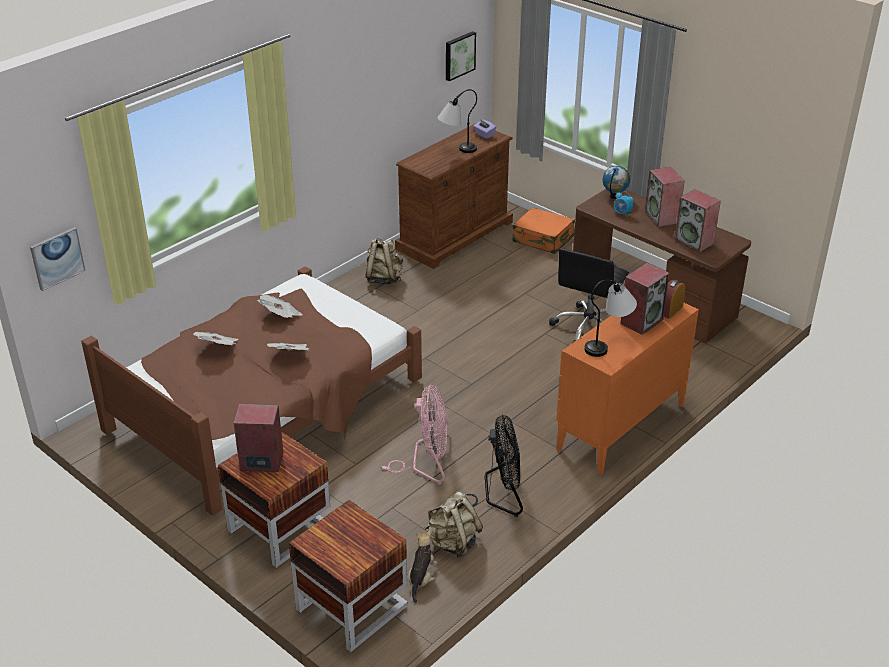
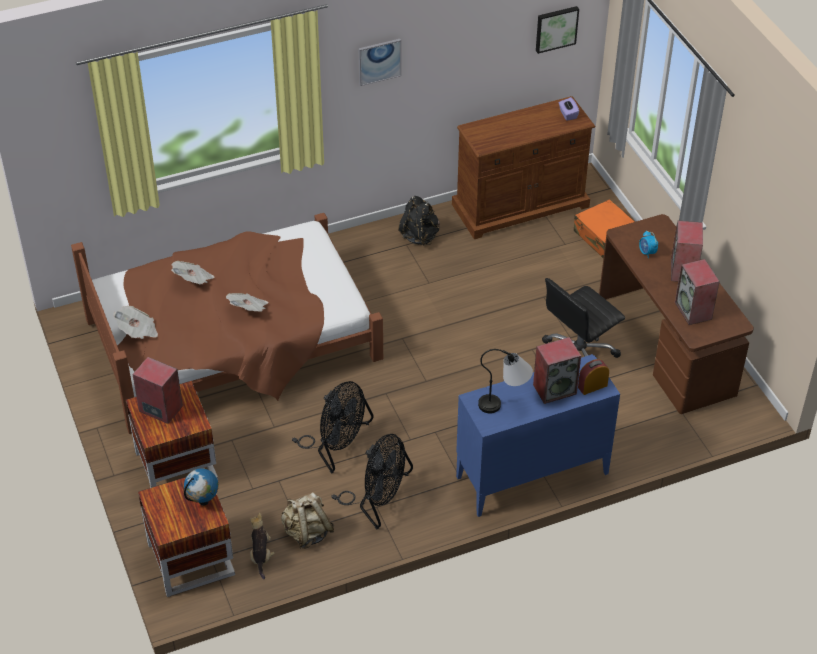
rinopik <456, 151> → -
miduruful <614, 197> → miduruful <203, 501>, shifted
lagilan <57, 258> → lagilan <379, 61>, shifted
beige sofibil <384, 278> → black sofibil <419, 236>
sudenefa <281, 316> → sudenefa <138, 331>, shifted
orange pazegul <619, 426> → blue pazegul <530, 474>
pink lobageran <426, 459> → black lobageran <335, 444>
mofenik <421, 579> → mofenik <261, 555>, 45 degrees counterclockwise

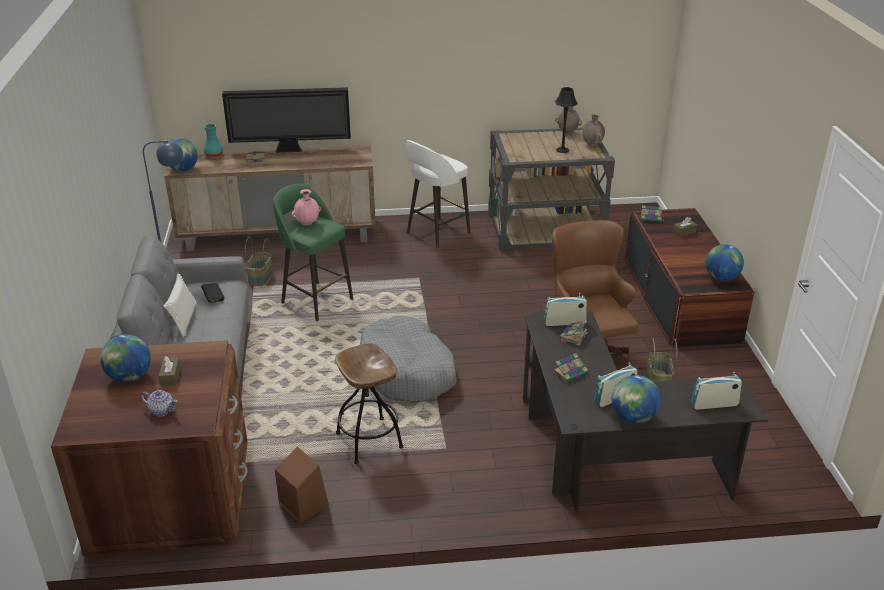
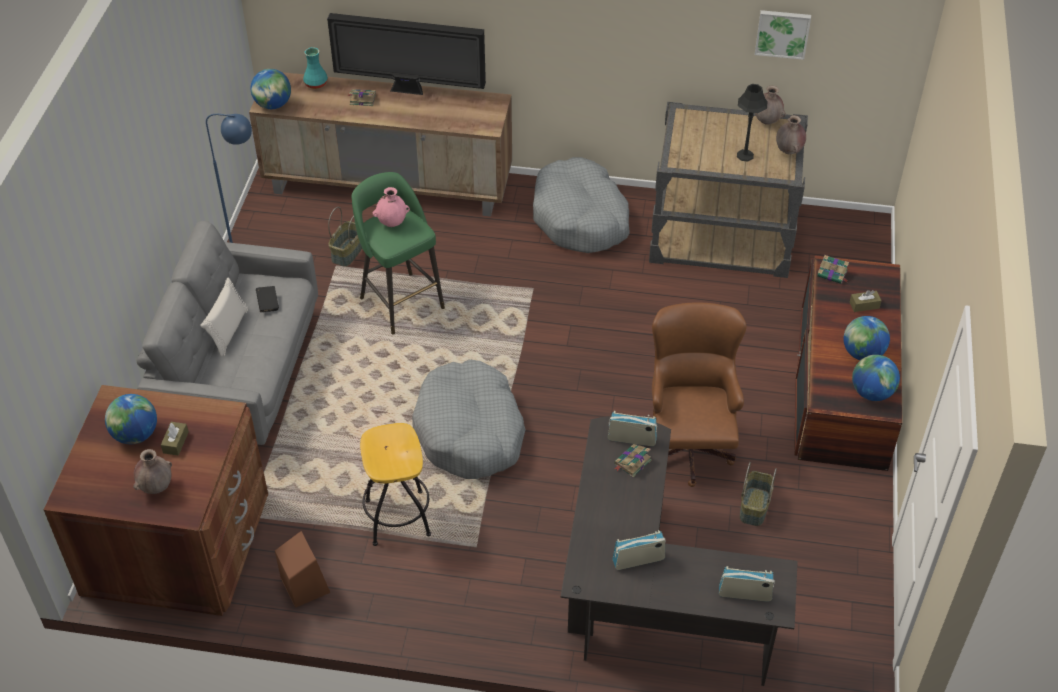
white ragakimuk <436, 233> → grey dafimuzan <580, 218>
brown ragakimuk <369, 440> → yellow ragakimuk <398, 517>
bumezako <571, 373> → -
miduruful <633, 418> → miduruful <862, 353>, shifted
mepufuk <162, 411> → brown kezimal <156, 487>
- → lagilan <782, 33>

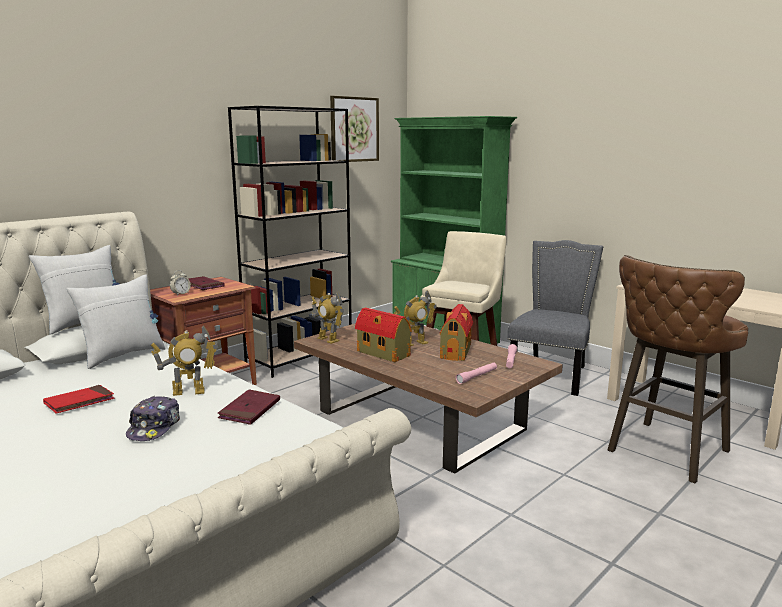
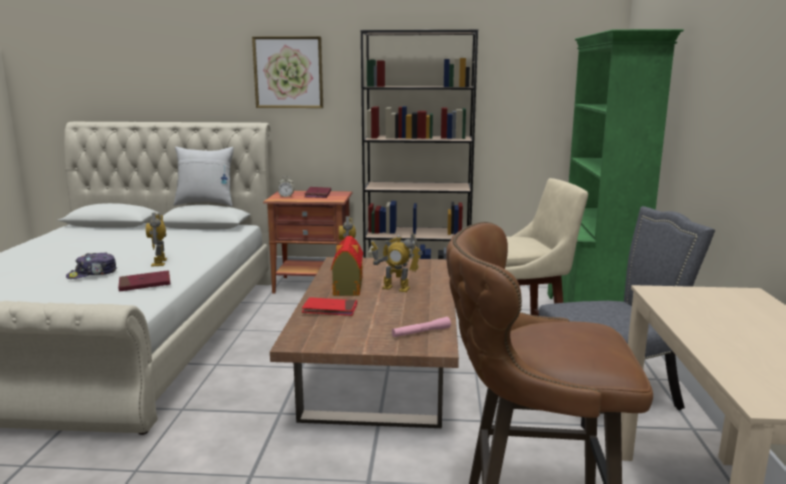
lagilan <354, 129> → lagilan <288, 72>, shifted
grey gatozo <123, 356> → -
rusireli <456, 351> → -
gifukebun <189, 392> → gifukebun <160, 262>, 45 degrees clockwise
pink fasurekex <477, 376> → -
red bumezako <79, 402> → red bumezako <330, 309>, shifted

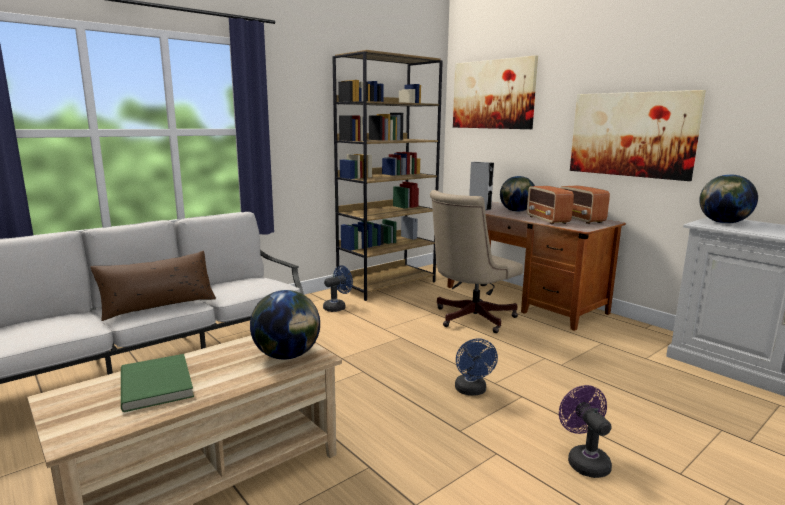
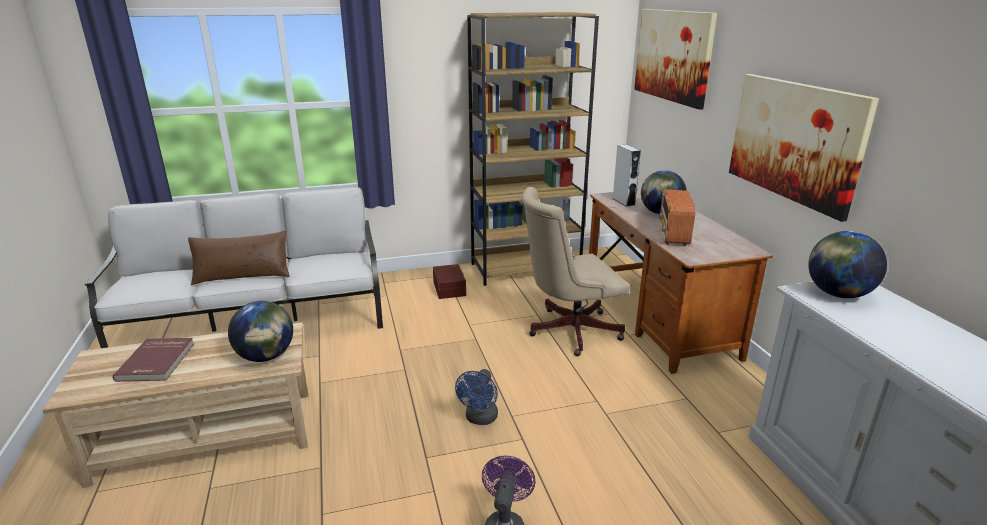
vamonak <581, 219> → -
blue lobageran <337, 307> → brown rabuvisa <450, 288>
green bumezako <158, 384> → red bumezako <157, 361>

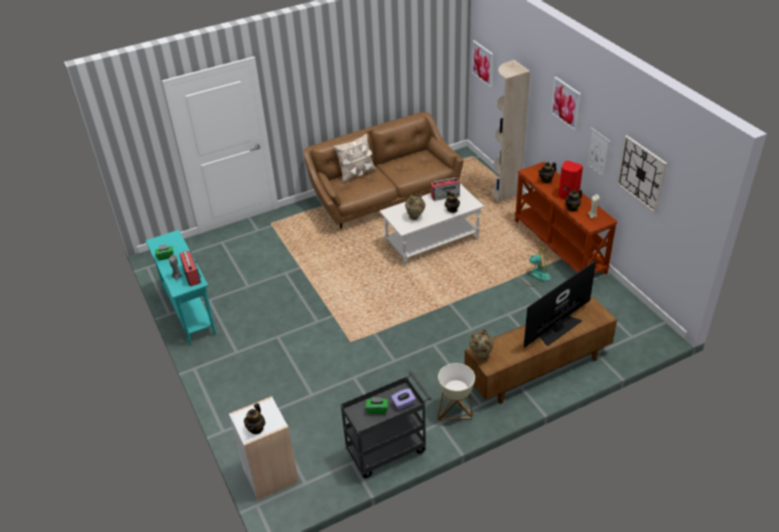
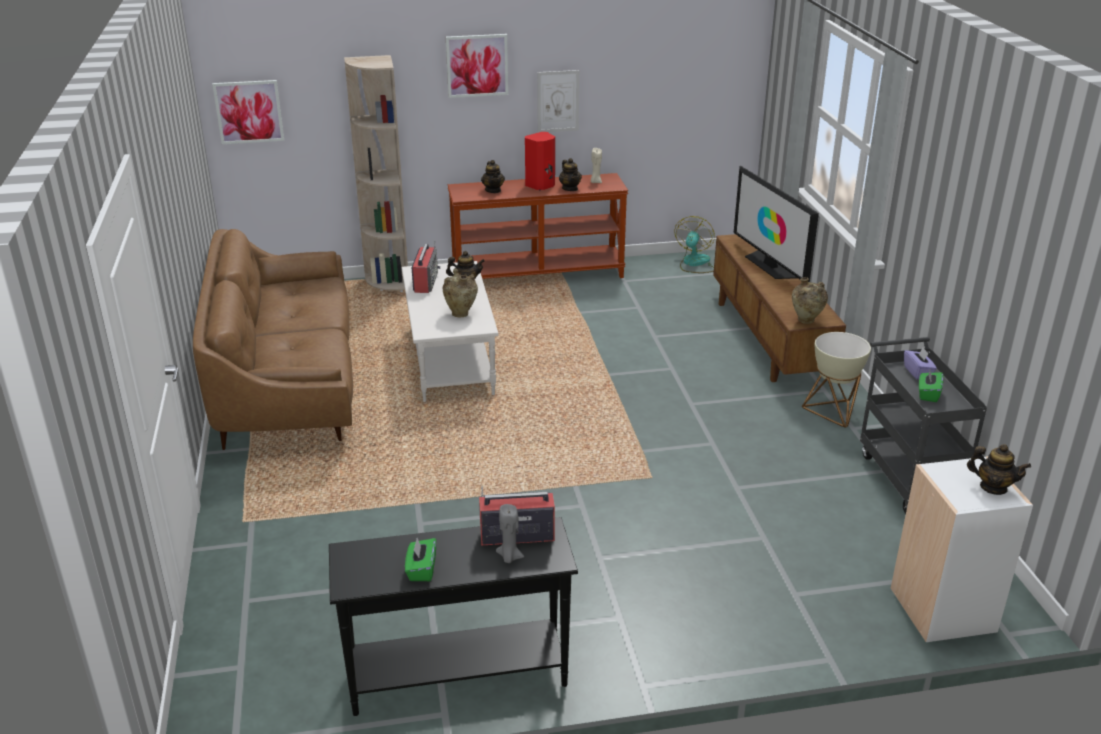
beige gatozo <356, 174> → -
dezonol <641, 173> → -
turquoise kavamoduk <188, 312> → black kavamoduk <457, 679>
lobageran <535, 275> → lobageran <695, 264>, shifted

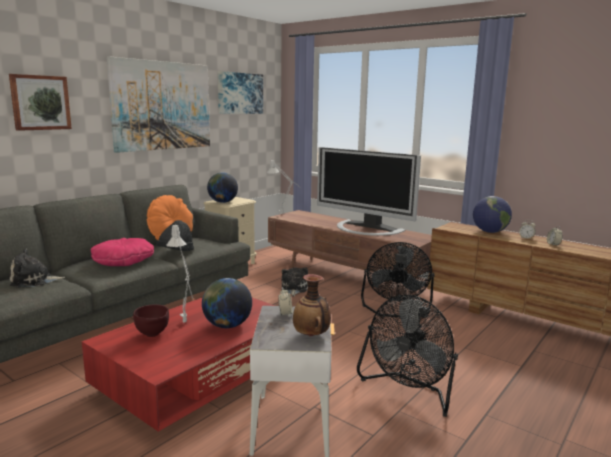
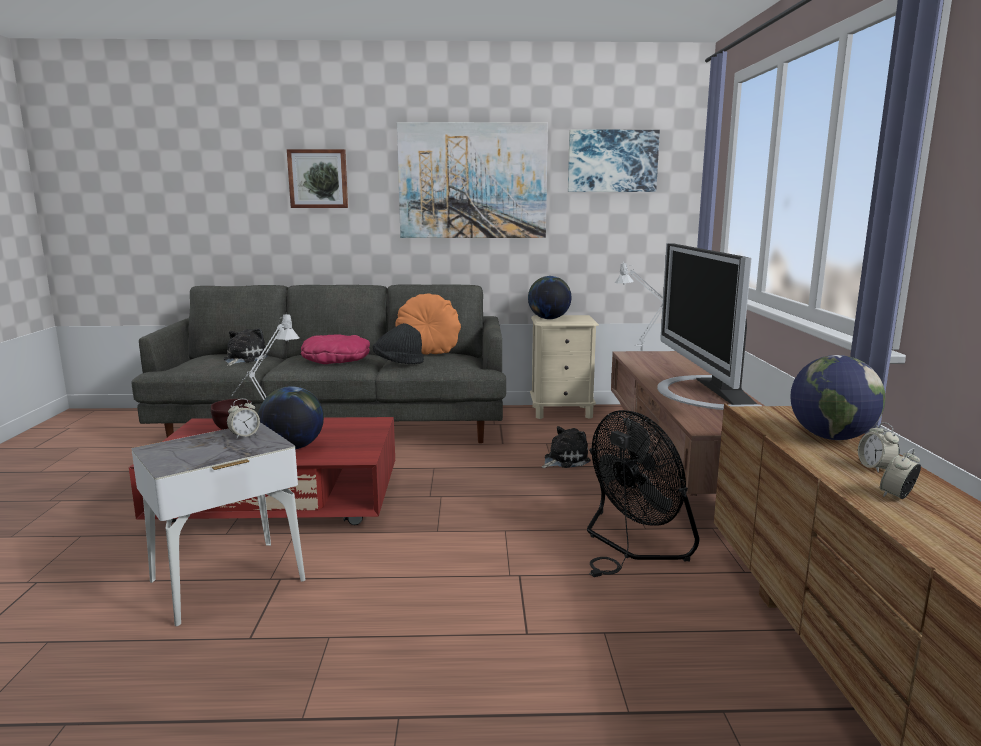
mofenik <34, 281> → mofenik <243, 359>, 75 degrees clockwise
kezimal <311, 335> → -
black lobageran <407, 387> → -

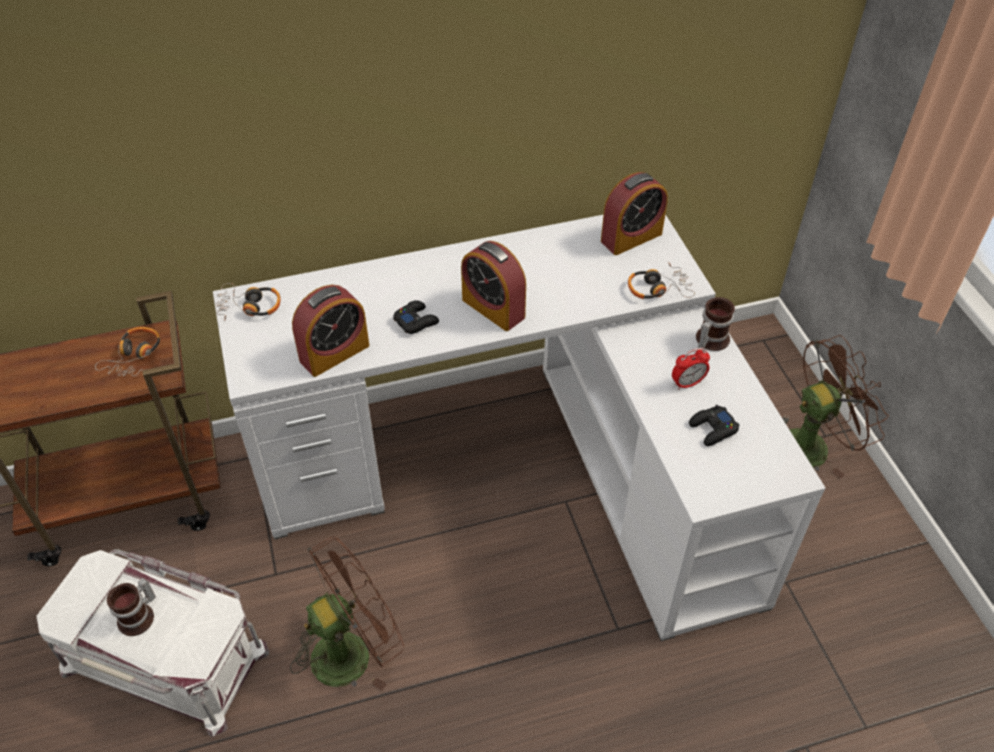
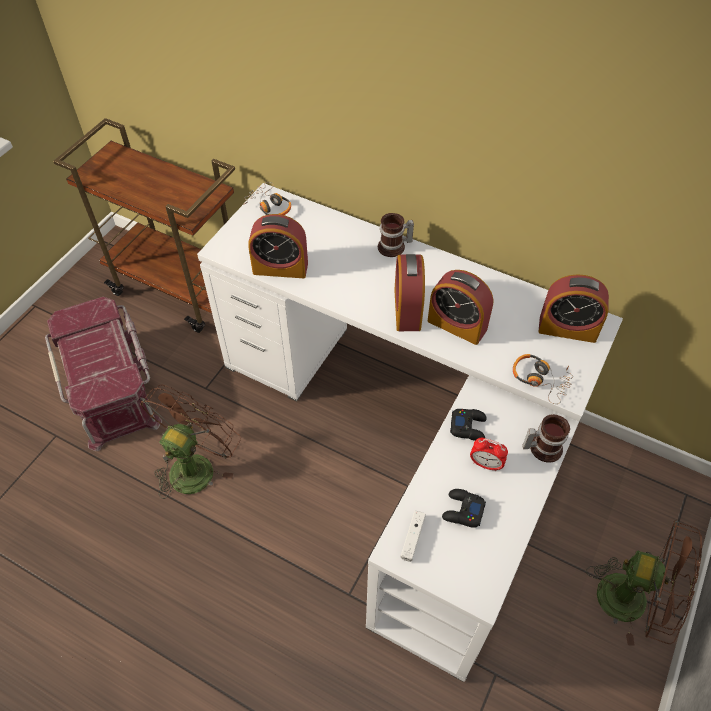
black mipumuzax <416, 321> → black mipumuzax <468, 427>, shifted
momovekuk <135, 357> → -
brown lobageran <351, 649> → brown lobageran <196, 465>, 75 degrees counterclockwise
white rabuvisa <166, 656> → red rabuvisa <113, 387>
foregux <140, 617> → foregux <394, 247>, shifted
- → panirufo <457, 325>
- → white mipumuzax <412, 538>

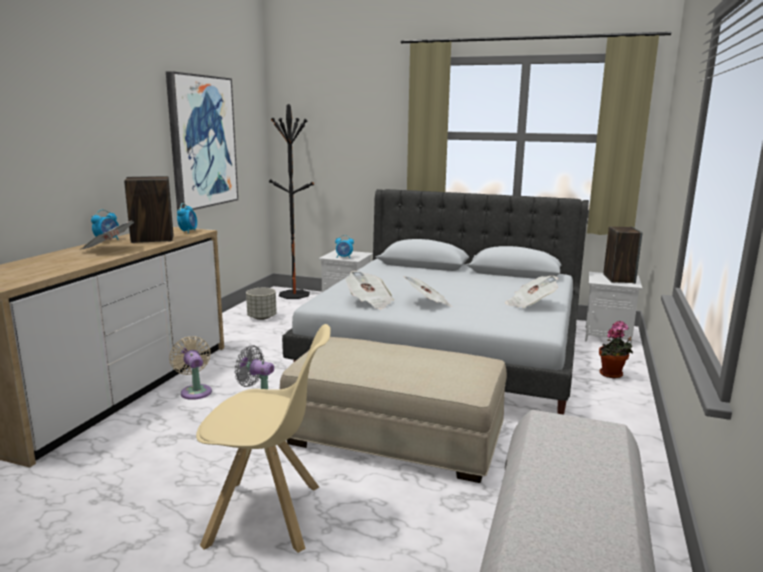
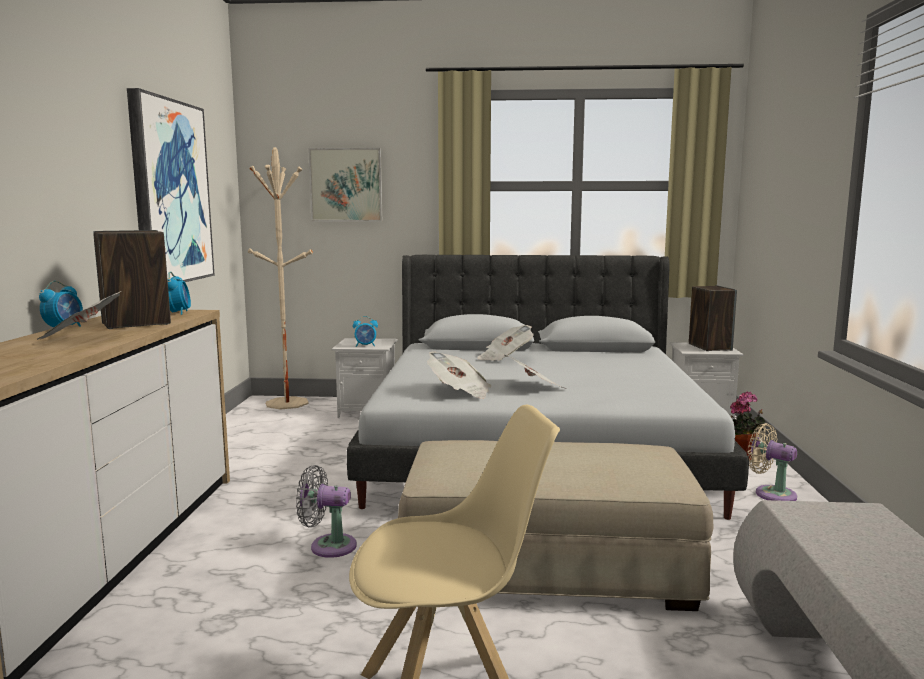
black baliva <294, 294> → beige baliva <287, 403>
sudenefa <530, 304> → sudenefa <505, 358>, shifted
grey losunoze <262, 317> → -
beige lobageran <195, 391> → beige lobageran <771, 493>, shifted
- → lagilan <346, 185>

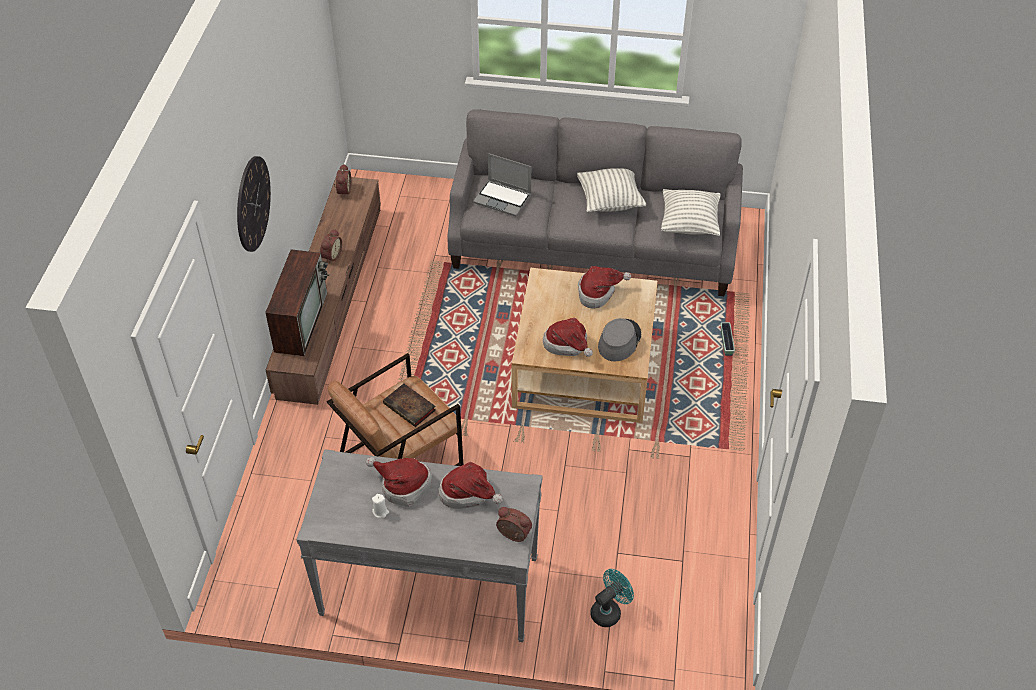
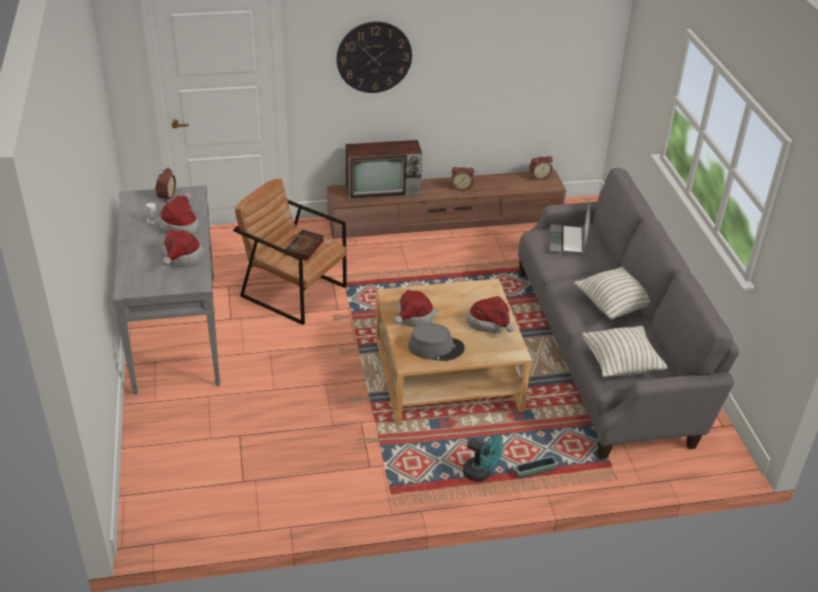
panirufo <513, 535> → panirufo <165, 196>, shifted
turquoise lobageran <609, 611> → turquoise lobageran <481, 473>, shifted

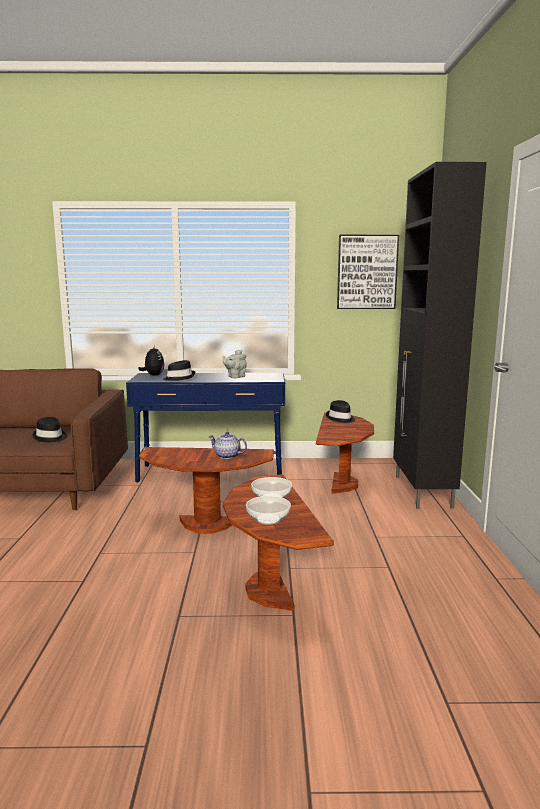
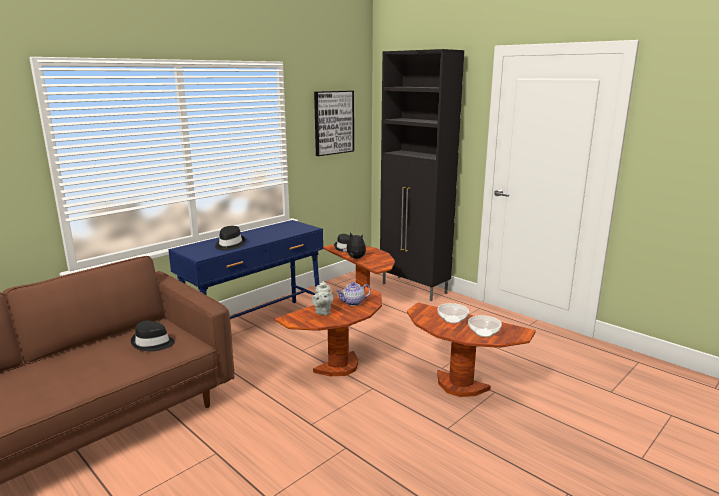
mofenik <153, 375> → mofenik <355, 258>, shifted
grey mepufuk <235, 377> → grey mepufuk <323, 312>, shifted

